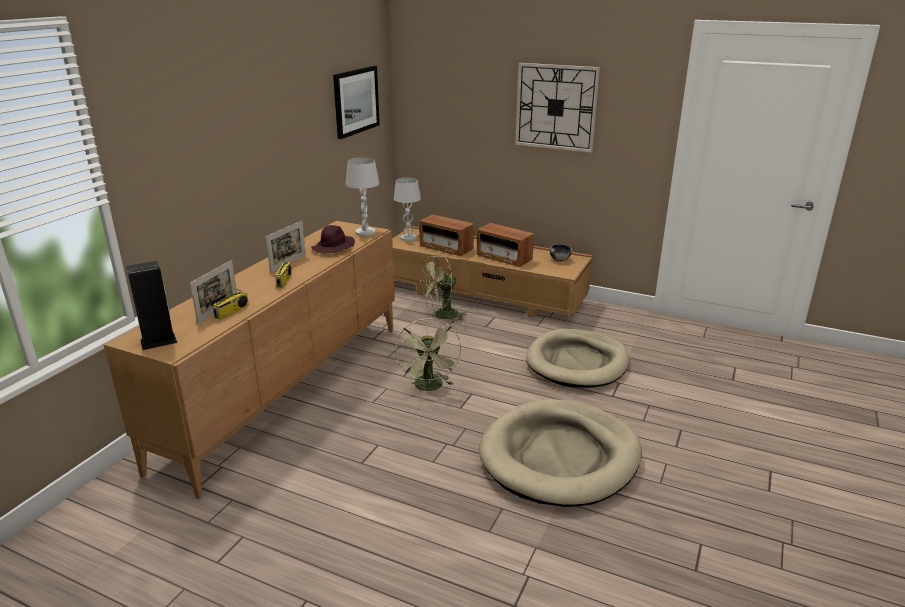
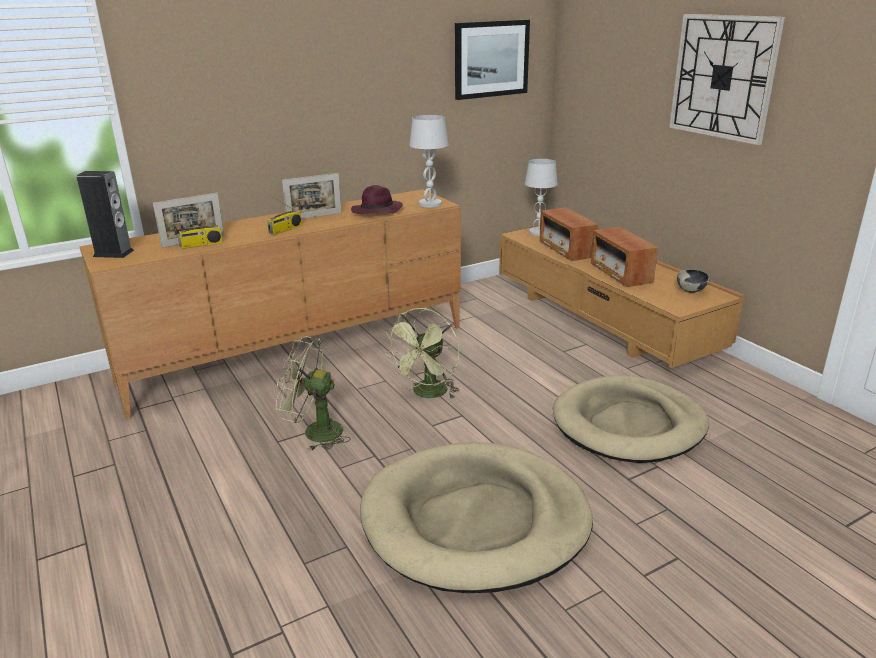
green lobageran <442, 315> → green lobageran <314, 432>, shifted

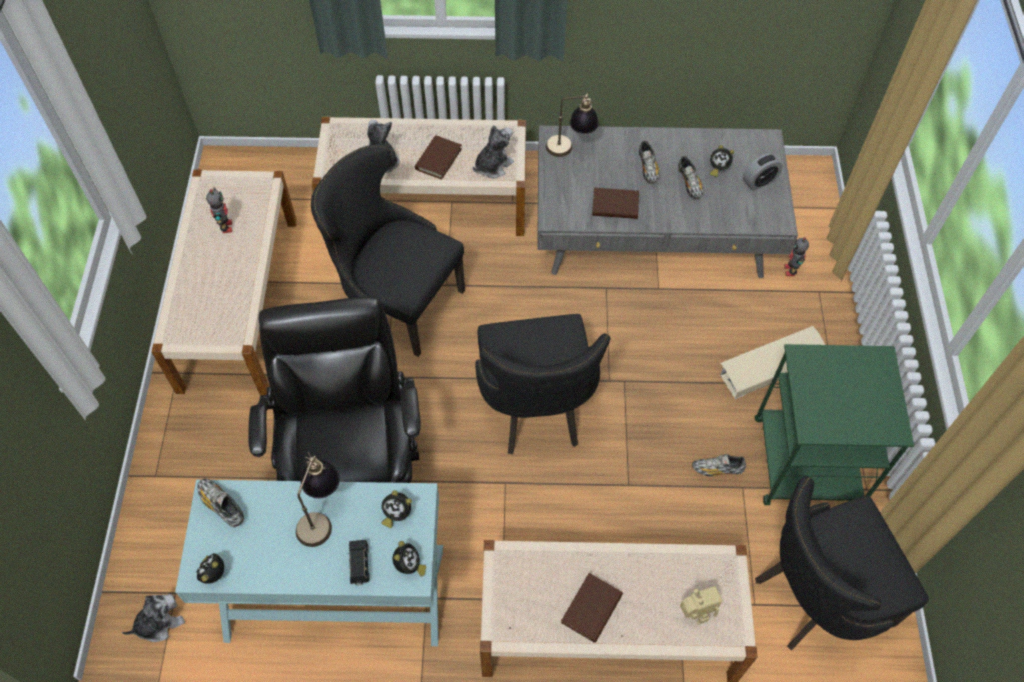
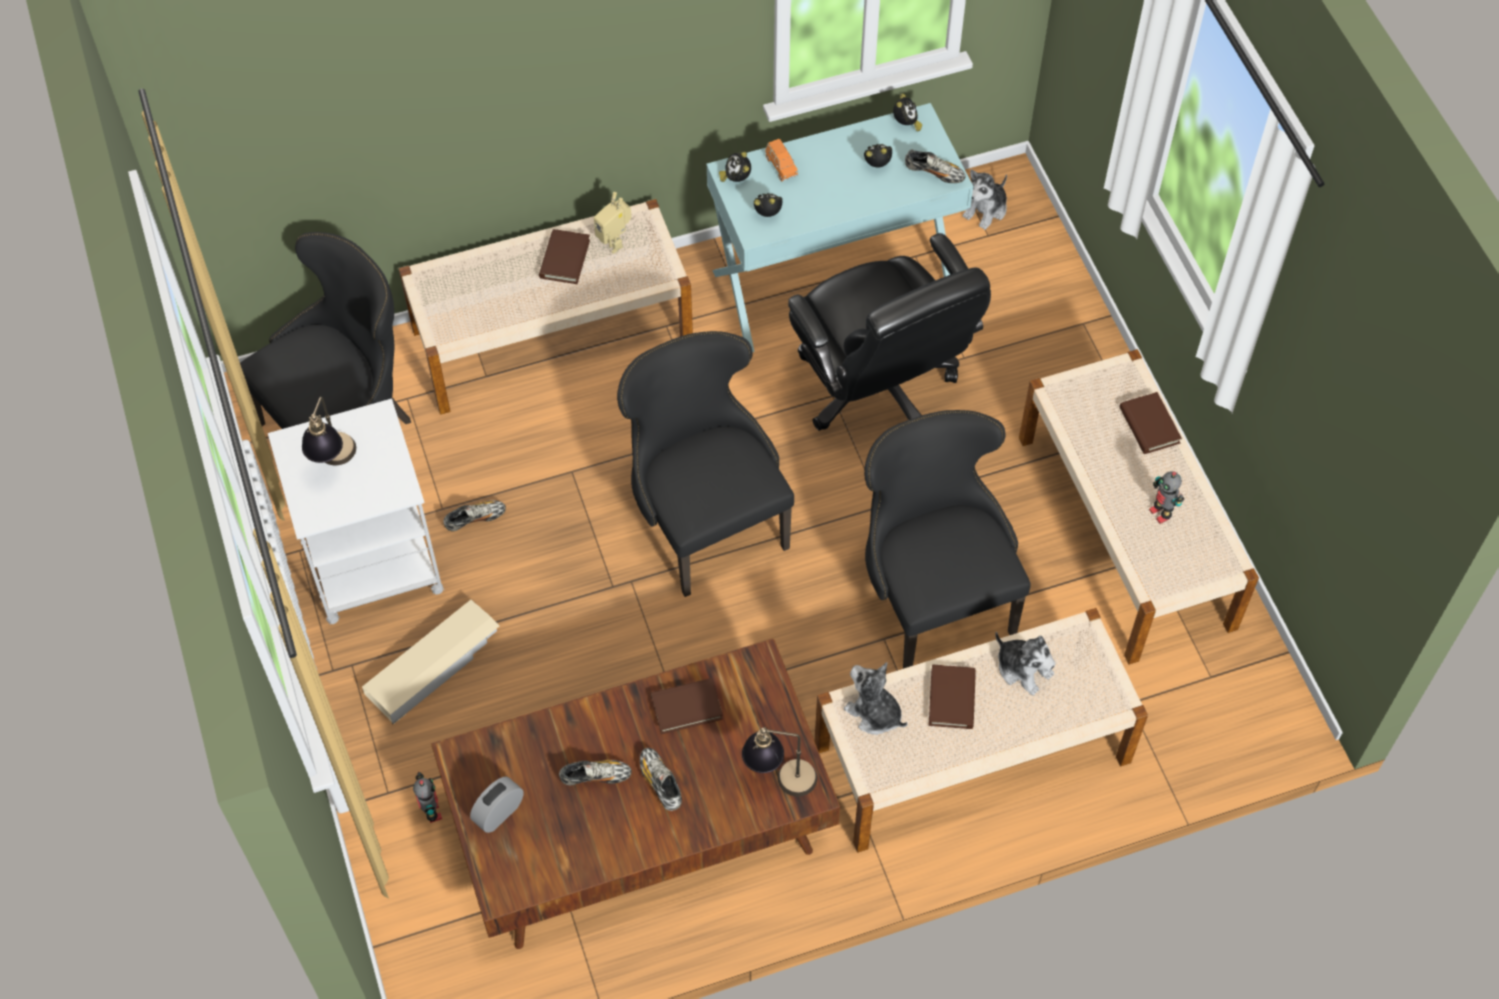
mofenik <492, 165> → mofenik <874, 713>, 105 degrees clockwise
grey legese <654, 228> → brown legese <638, 818>
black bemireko <398, 301> → black bemireko <933, 596>, 120 degrees counterclockwise
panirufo <717, 168> → panirufo <878, 165>, shifted
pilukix <689, 183> → pilukix <595, 776>, 120 degrees clockwise
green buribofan <807, 463> → white buribofan <372, 558>
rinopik <321, 515> → rinopik <334, 463>, shifted
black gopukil <359, 565> → orange gopukil <781, 166>
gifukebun <694, 614> → gifukebun <614, 241>, shifted
- → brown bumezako <1149, 425>

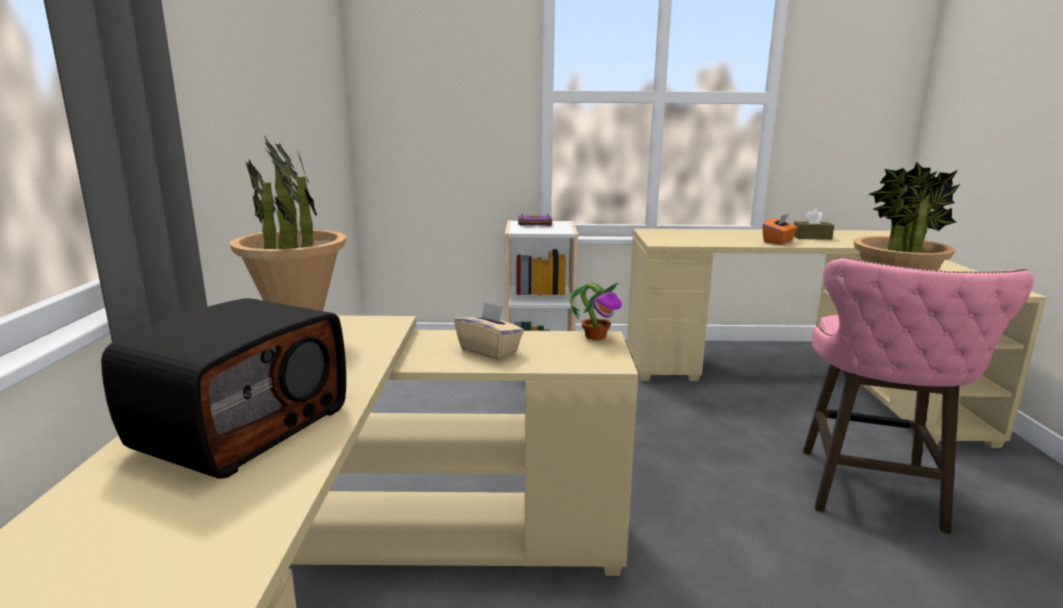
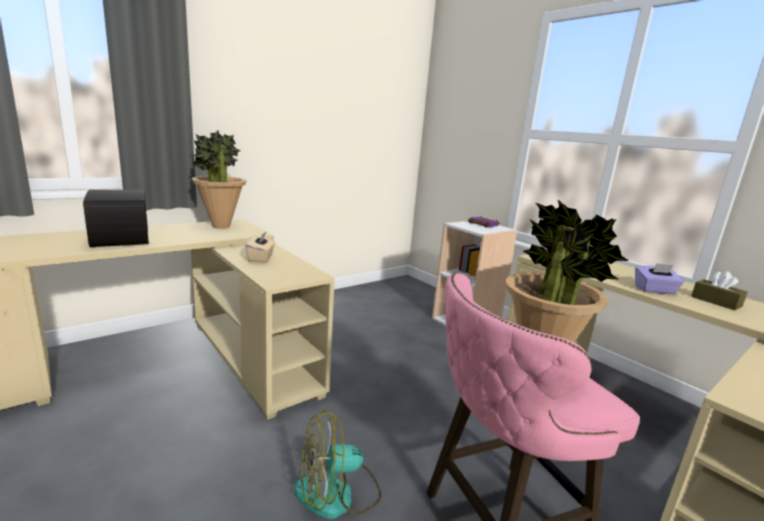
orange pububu <778, 241> → purple pububu <654, 290>
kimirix <595, 336> → -
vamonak <242, 427> → vamonak <119, 238>, 105 degrees counterclockwise
- → lobageran <337, 494>

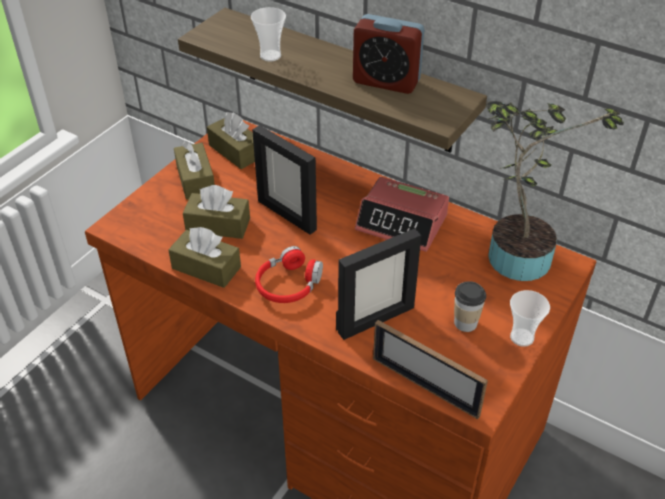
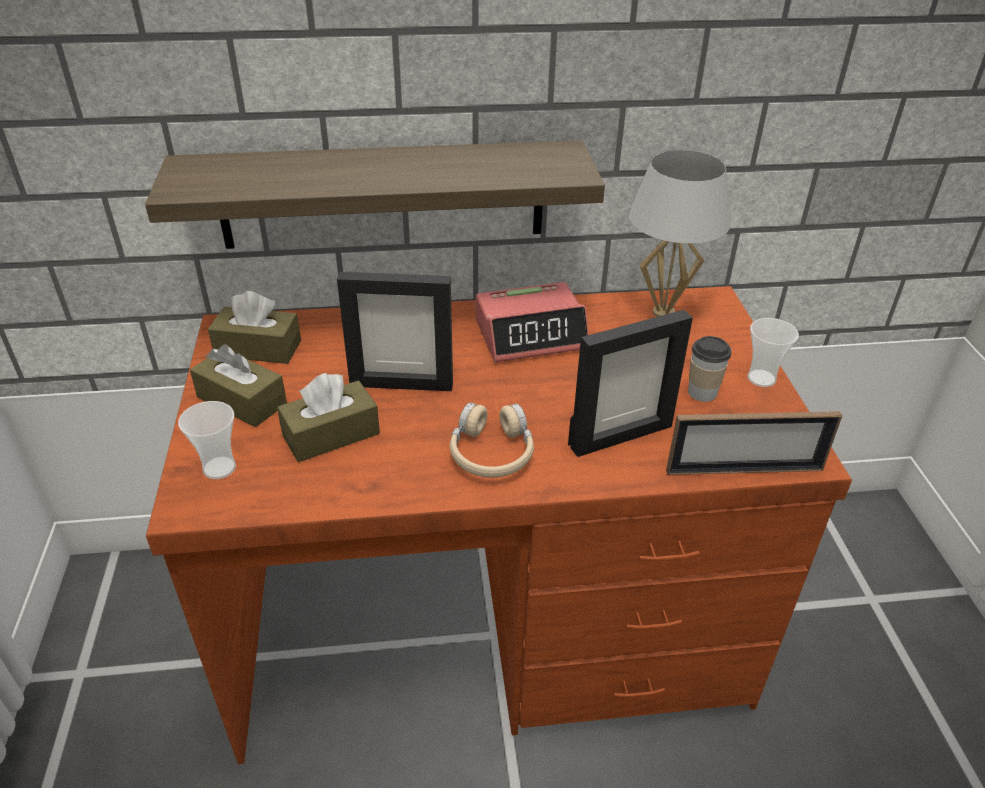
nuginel <270, 56> → nuginel <219, 468>, shifted
panirufo <386, 81> → -
kimirix <514, 253> → white rinopik <663, 312>
brown pububu <206, 268> → -
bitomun <375, 319> → bitomun <620, 435>, 45 degrees clockwise
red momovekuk <288, 284> → beige momovekuk <491, 452>

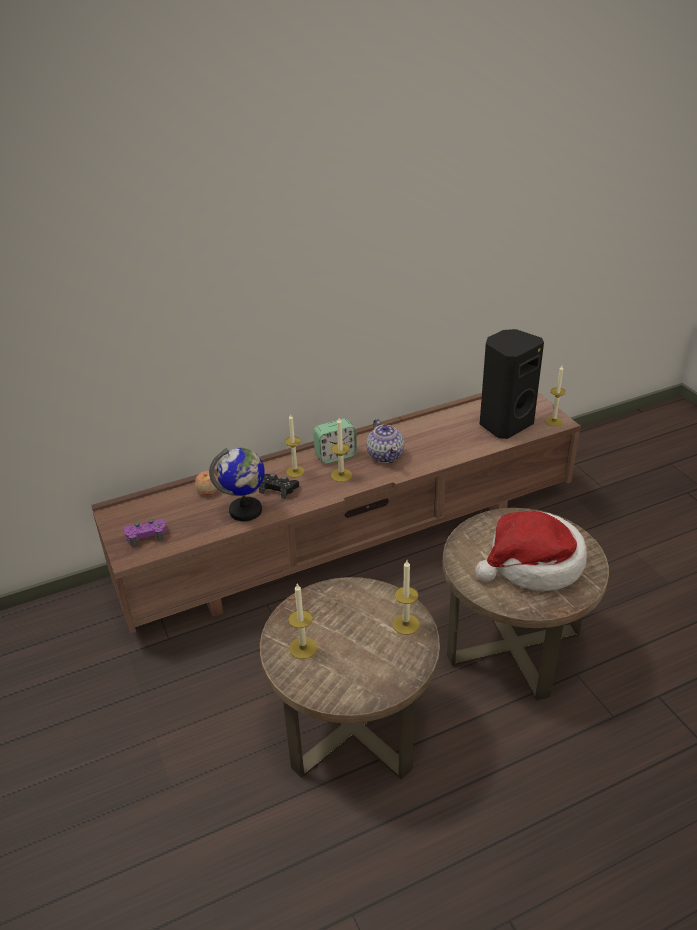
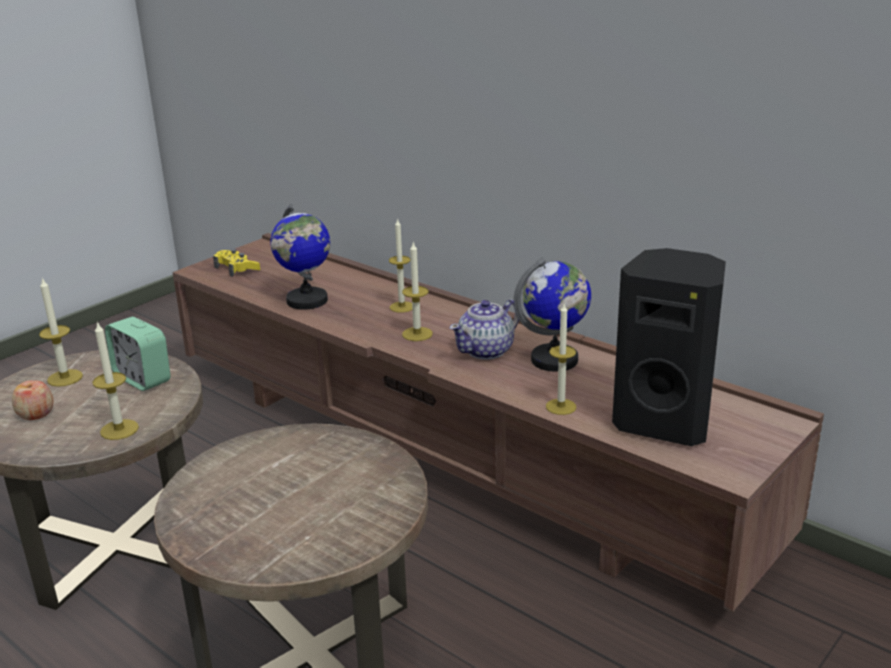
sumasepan <553, 421> → sumasepan <561, 406>, shifted
panirufo <335, 455> → panirufo <142, 379>, shifted
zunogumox <208, 490> → zunogumox <36, 414>, shifted
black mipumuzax <278, 489> → -
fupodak <533, 564> → -
purple mipumuzax <146, 535> → yellow mipumuzax <237, 268>
- → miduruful <555, 360>

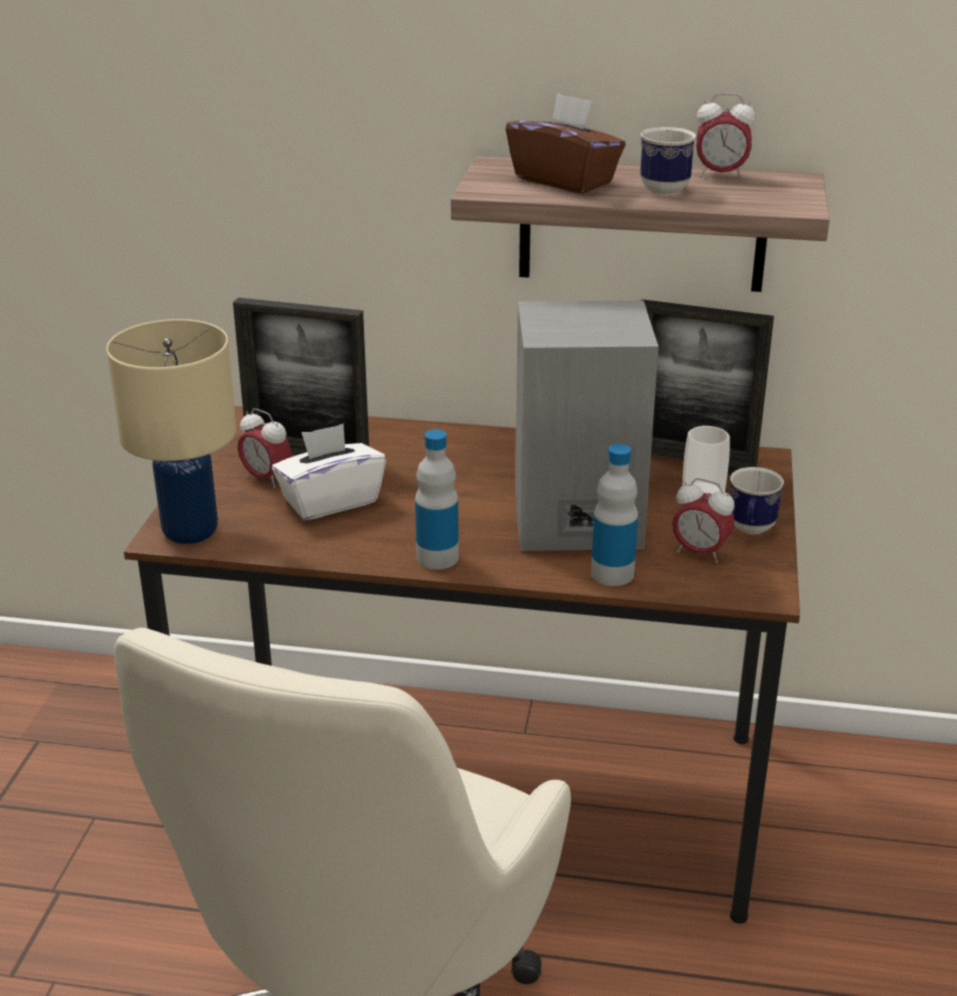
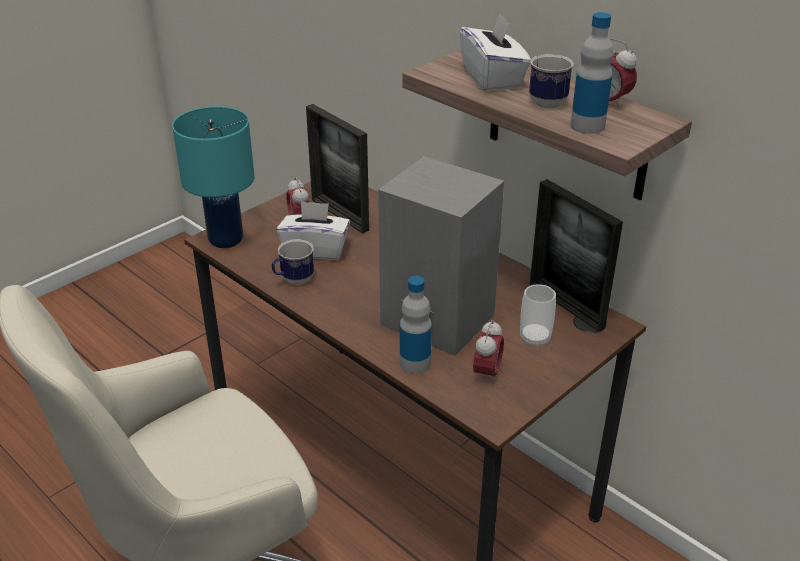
brown pububu <564, 181> → white pububu <493, 78>
beige rinopik <189, 530> → turquoise rinopik <226, 239>
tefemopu <437, 557> → tefemopu <587, 126>, shifted
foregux <750, 530> → foregux <293, 280>, shifted
panirufo <700, 553> → panirufo <487, 374>, 135 degrees counterclockwise

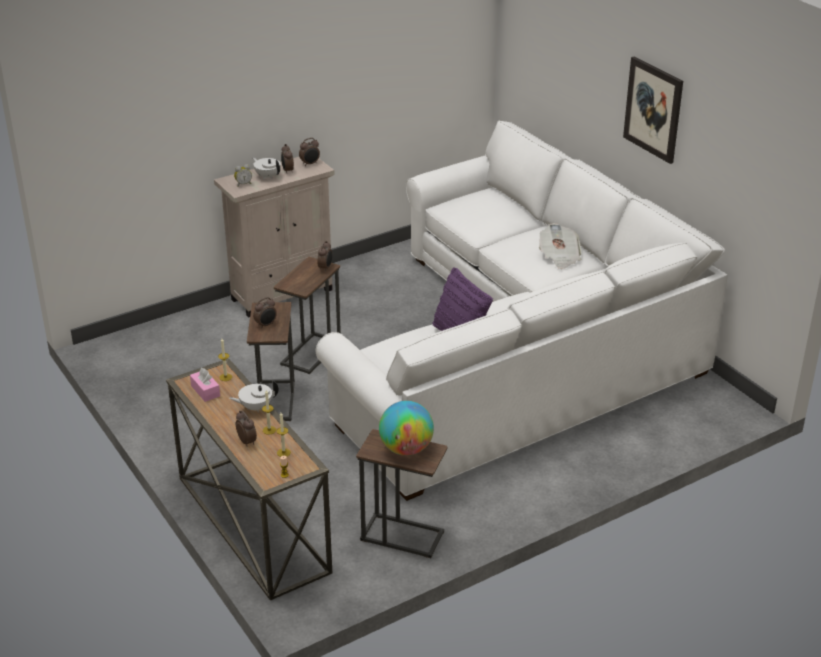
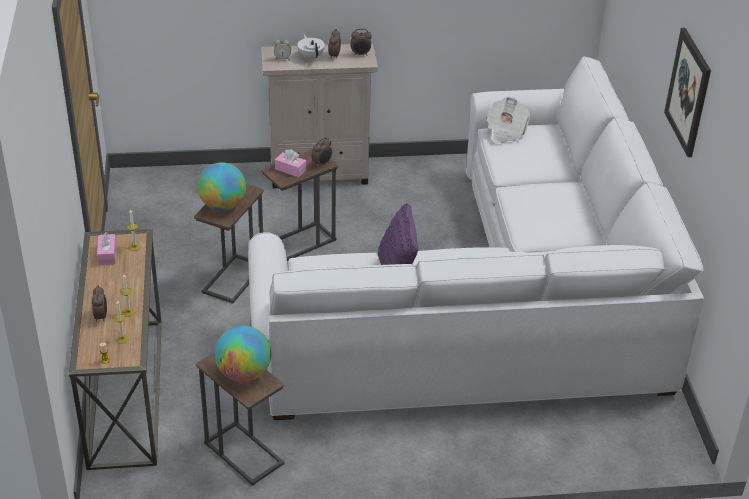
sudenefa <559, 257> → sudenefa <506, 131>, shifted
panirufo <266, 325> → miduruful <223, 205>
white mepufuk <255, 407> → -
- → pink pububu <290, 169>

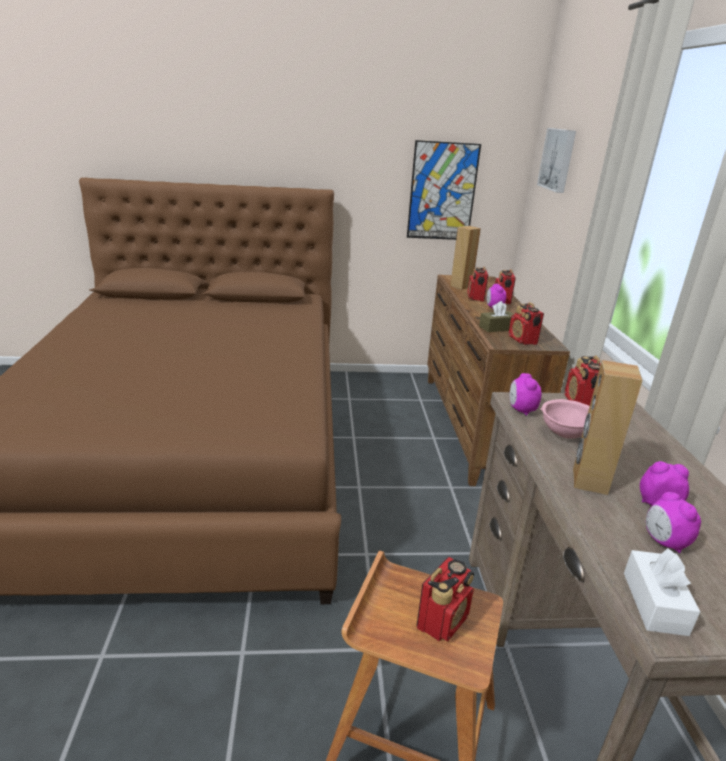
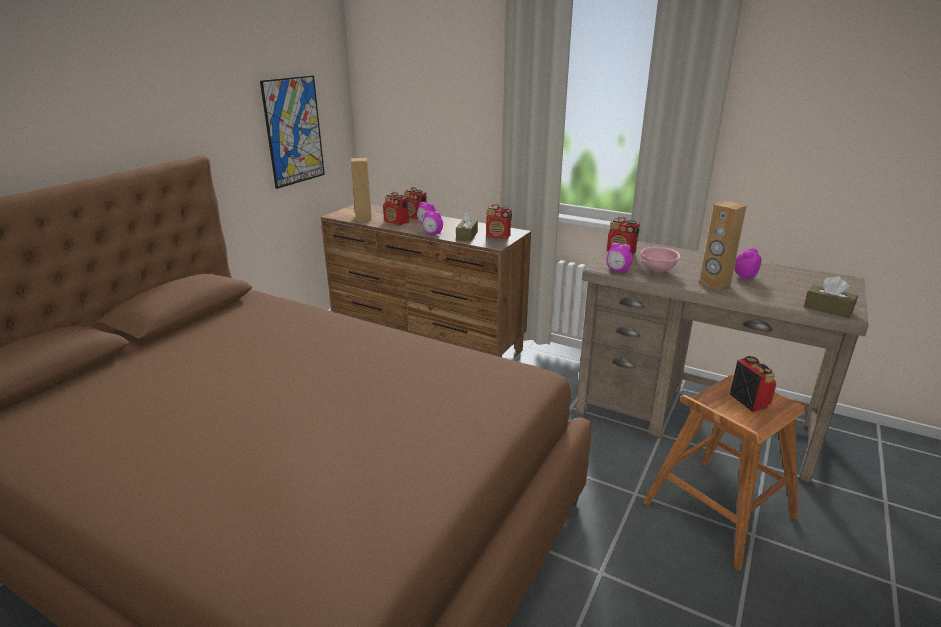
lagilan <558, 159> → -
panirufo <664, 542> → panirufo <432, 234>, shifted
white pububu <654, 603> → brown pububu <828, 309>

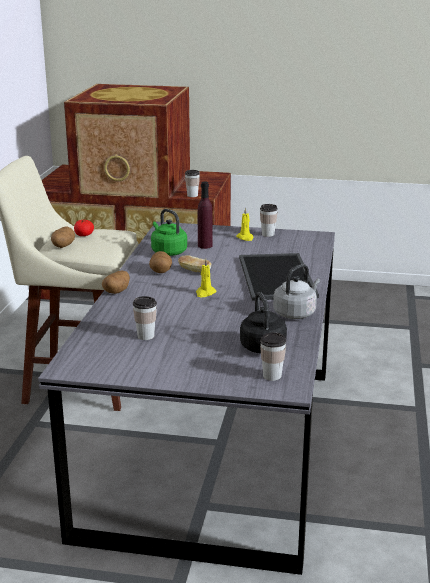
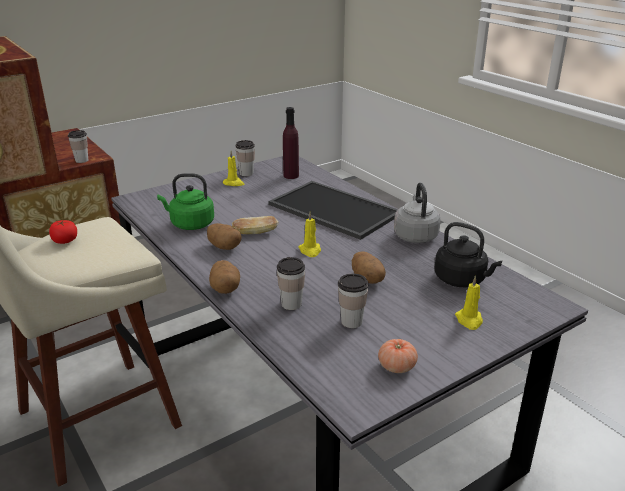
purple tefemopu <205, 246> → purple tefemopu <291, 176>, shifted
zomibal <63, 246> → zomibal <368, 280>, shifted
nuginel <272, 376> → nuginel <291, 304>, shifted
- → yellow sumasepan <469, 320>
- → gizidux <396, 366>

